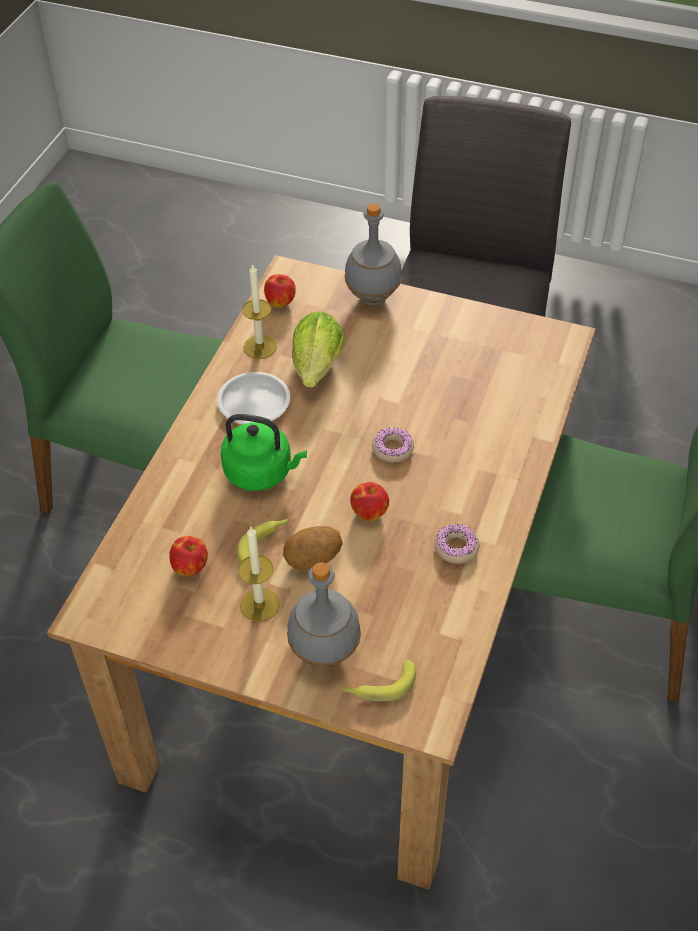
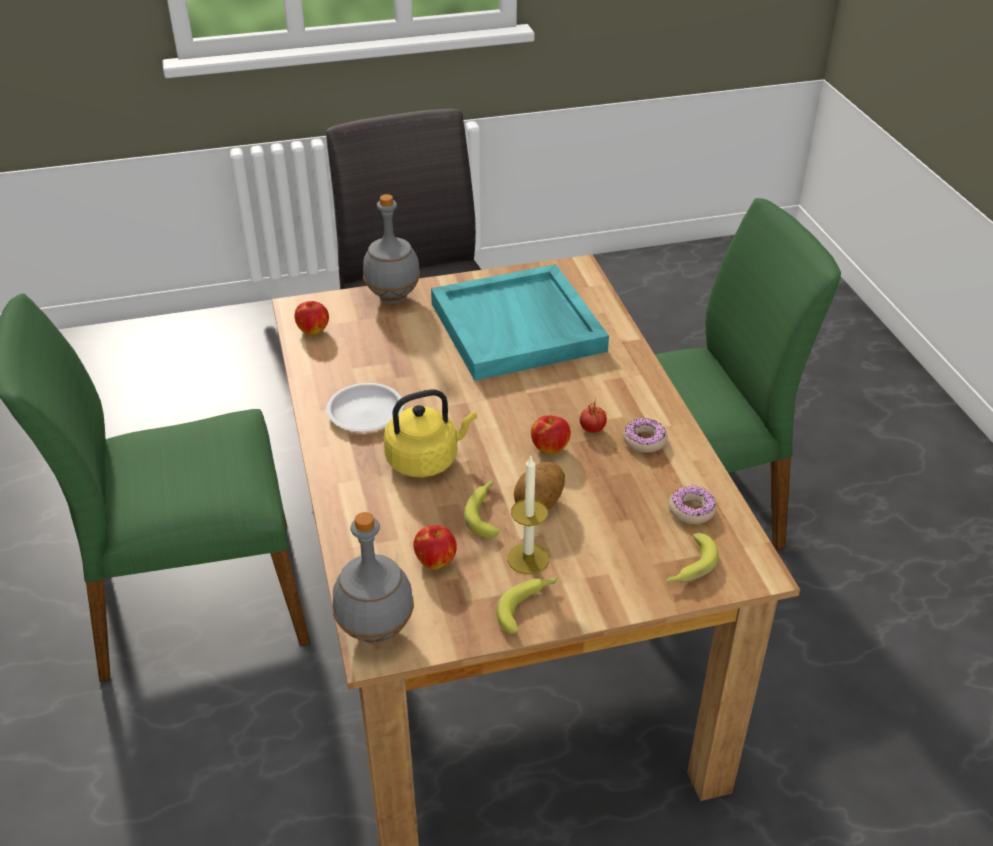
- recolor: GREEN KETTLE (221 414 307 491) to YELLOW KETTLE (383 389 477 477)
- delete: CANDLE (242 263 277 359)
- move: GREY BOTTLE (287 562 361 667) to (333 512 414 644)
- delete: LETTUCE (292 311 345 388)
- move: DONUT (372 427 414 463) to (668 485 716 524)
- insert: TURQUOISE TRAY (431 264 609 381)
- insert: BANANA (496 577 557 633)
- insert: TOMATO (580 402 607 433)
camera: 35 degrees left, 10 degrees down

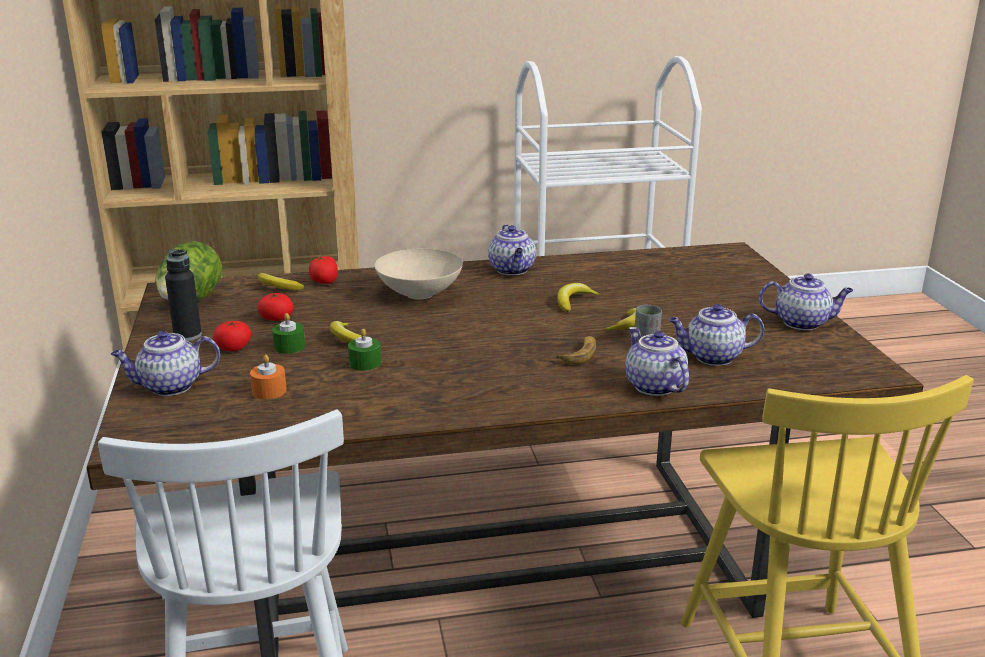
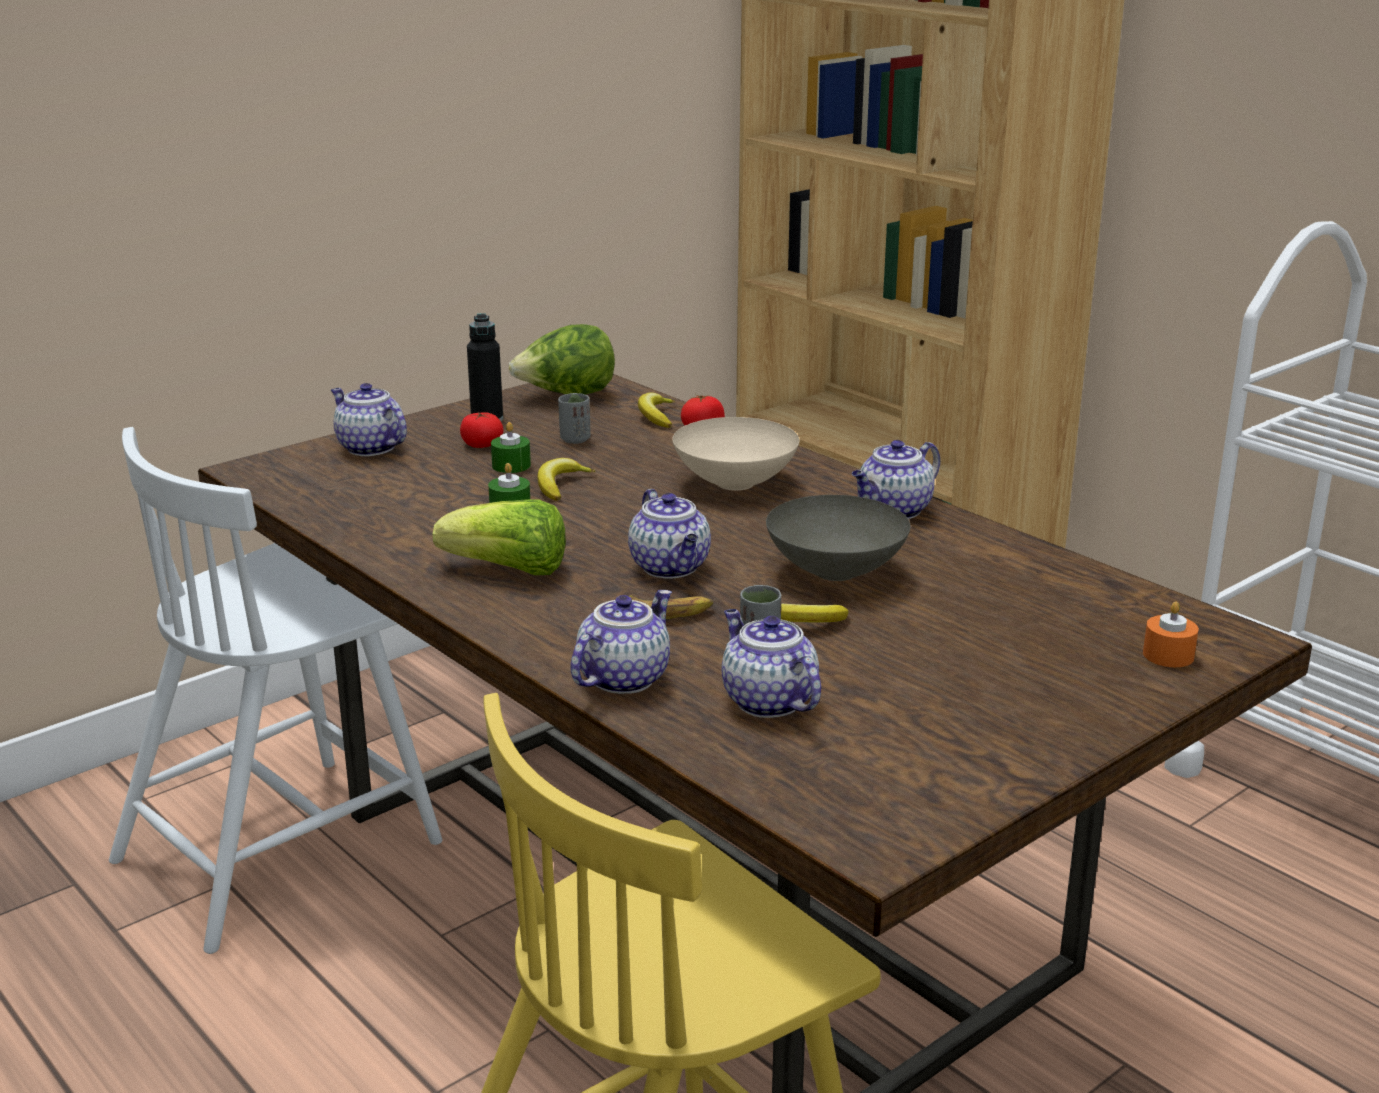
- move: ORANGE CANDLE (250 354 287 399) to (1143 602 1199 667)
- replace: TOMATO (257 293 293 321) to GREY CUP (558 393 591 444)
- replace: BANANA (557 283 601 313) to GREY BOWL (766 495 911 581)
- move: TEAPOT (759 274 854 330) to (628 489 711 579)
- insert: LETTUCE (433 499 566 575)
camera: 60 degrees right, 0 degrees up

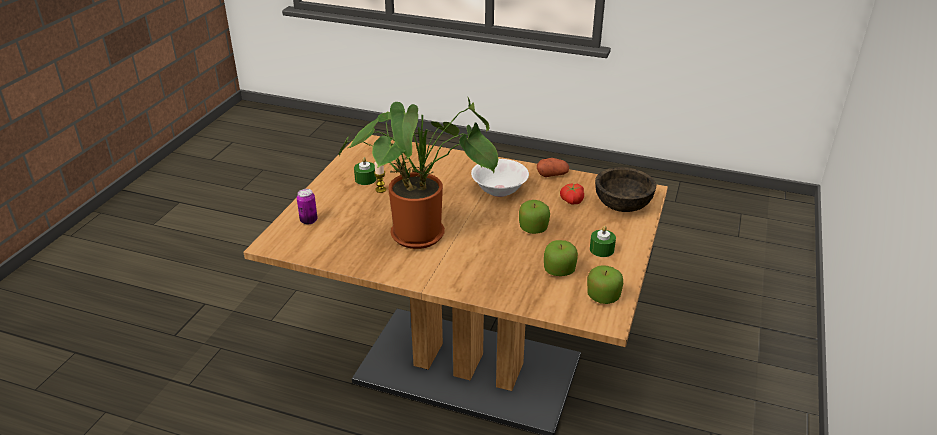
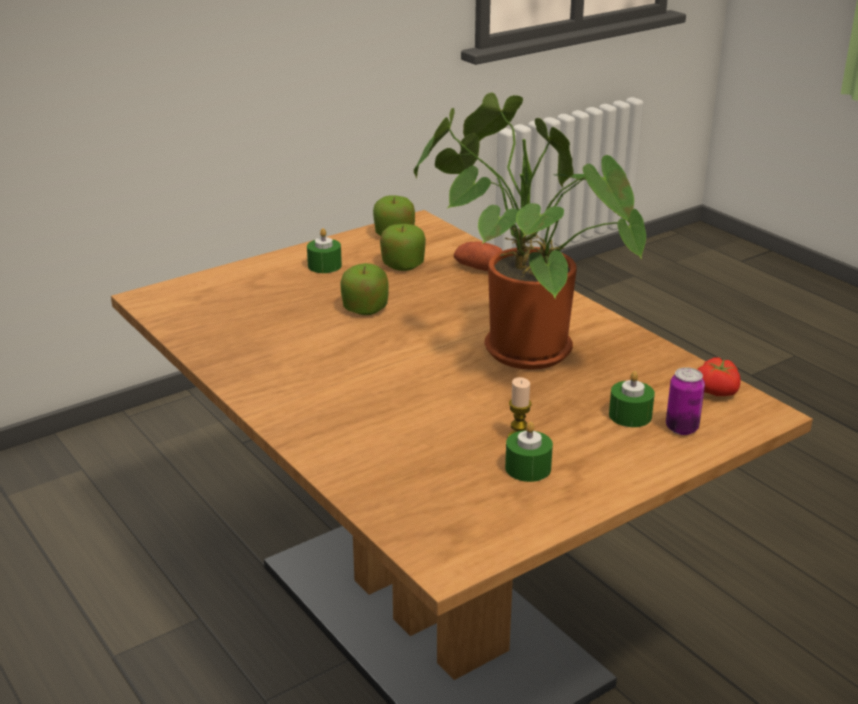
- delete: WHITE BOWL (471 159 529 197)
- move: POTATO (537 158 569 177) to (454 242 503 271)
- move: TOMATO (560 184 584 205) to (697 358 741 396)
- delete: BROWN BOWL (595 167 656 212)
- insert: GREEN CANDLE (609 371 655 427)
camera: 145 degrees left, 5 degrees down

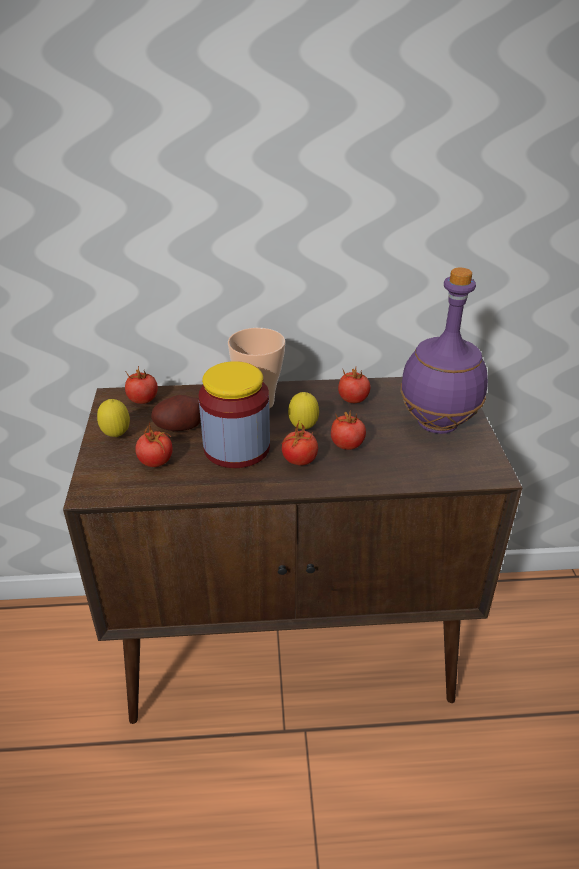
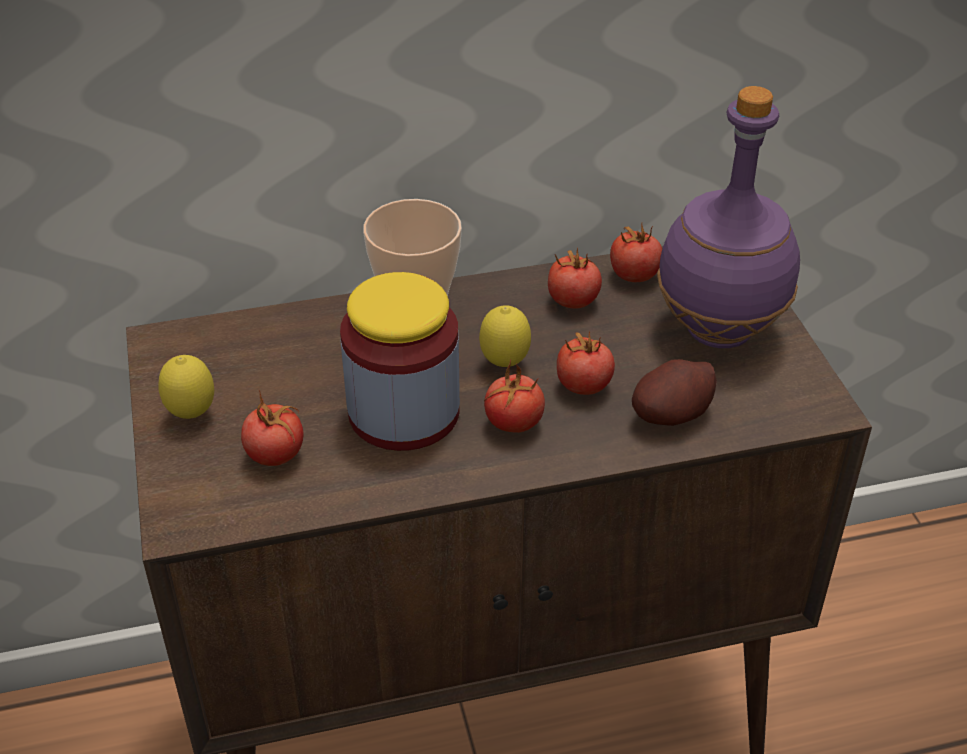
- move: TOMATO (125 366 158 404) to (610 223 662 282)
- move: POTATO (151 395 201 431) to (632 359 717 426)
camera: 10 degrees left, 5 degrees up

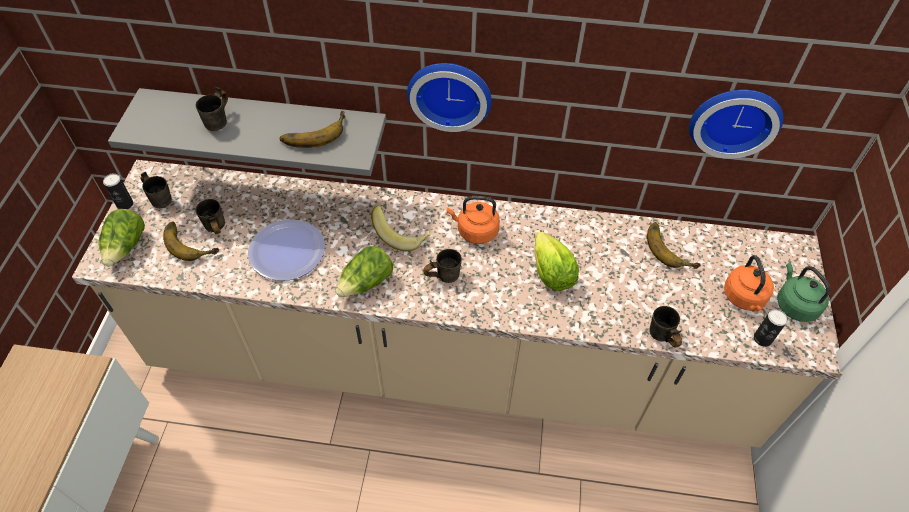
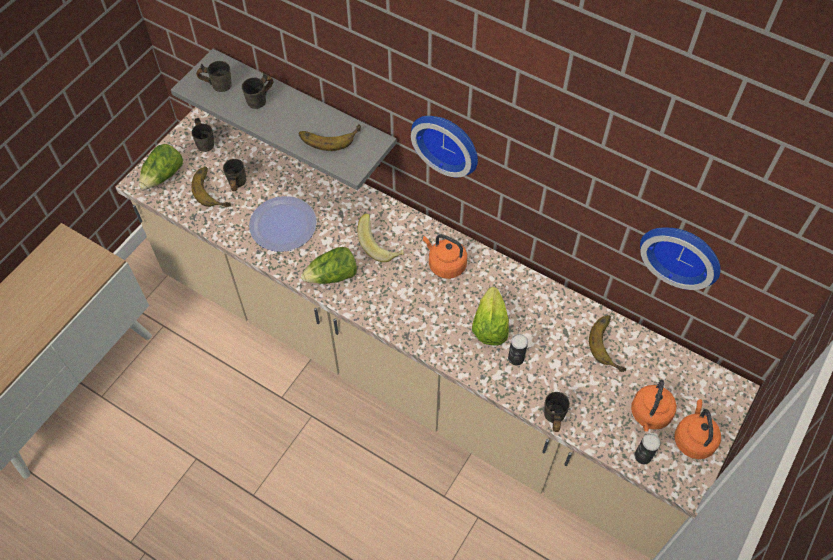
- move: CAN (103 174 133 209) to (508 334 528 365)
- move: GREY MUG (423 249 462 283) to (196 61 232 92)
- recolor: GREEN KETTLE (777 262 830 322) to ORANGE KETTLE (674 399 721 459)
camera: 25 degrees right, 5 degrees up

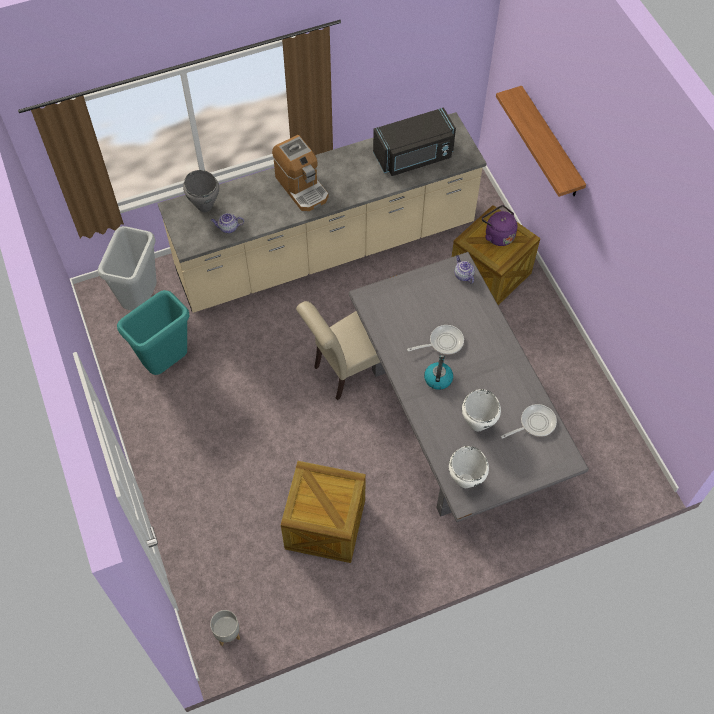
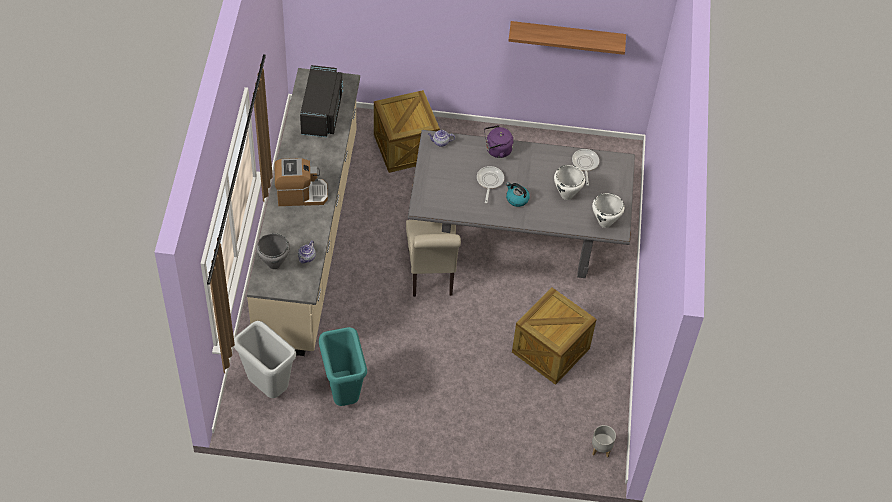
- move: PURPLE KETTLE (482 205 517 246) to (484 125 514 158)
- move: SHELF (496 86 586 197) to (508 21 626 55)
camera: 65 degrees left, 5 degrees down

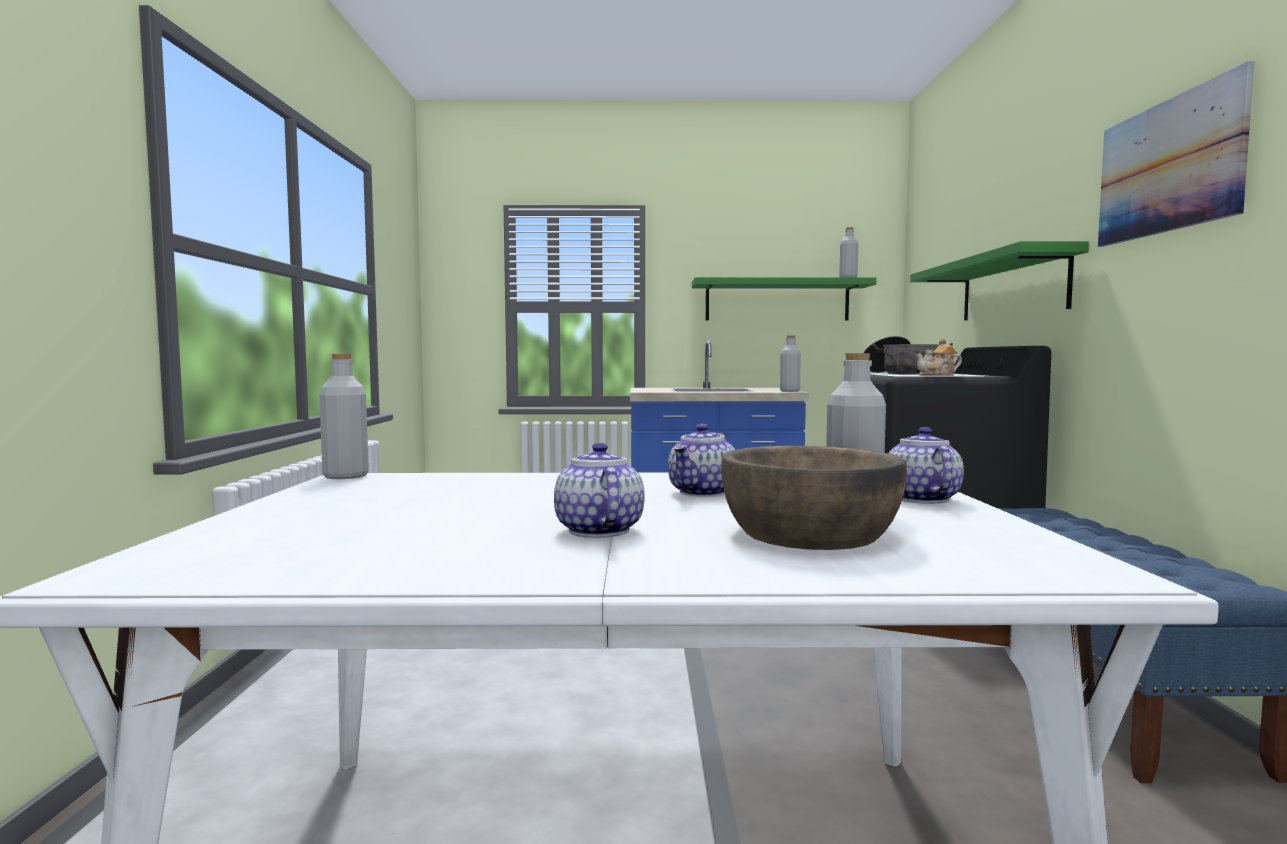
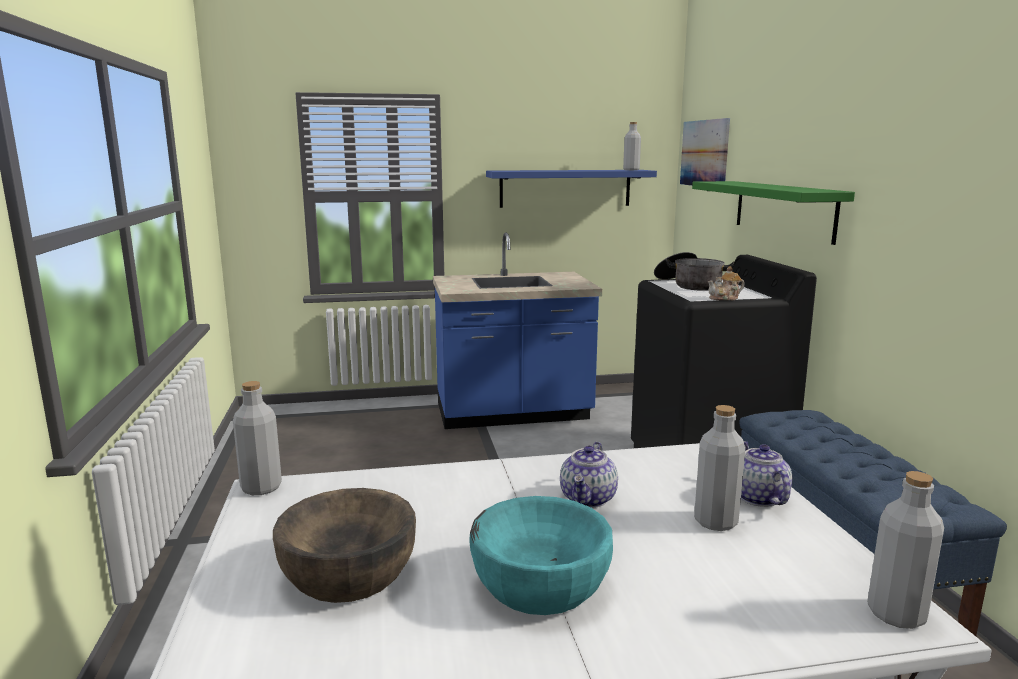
- replace: TEAPOT (554 443 645 538) to TURQUOISE BOWL (469 496 613 615)
- recolor: GREEN SHELF (691 277 877 321) to BLUE SHELF (486 170 657 208)
- move: BROWN BOWL (721 446 907 550) to (273 488 416 603)
- move: GREY BOTTLE (780 335 801 392) to (867 471 944 629)
- move: PICTURE (1098 61 1254 247) to (680 118 730 186)
camera: 10 degrees left, 10 degrees up

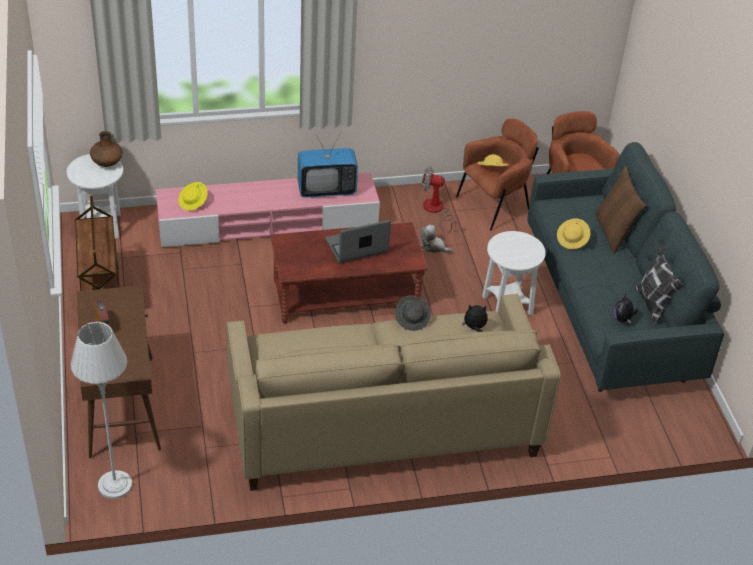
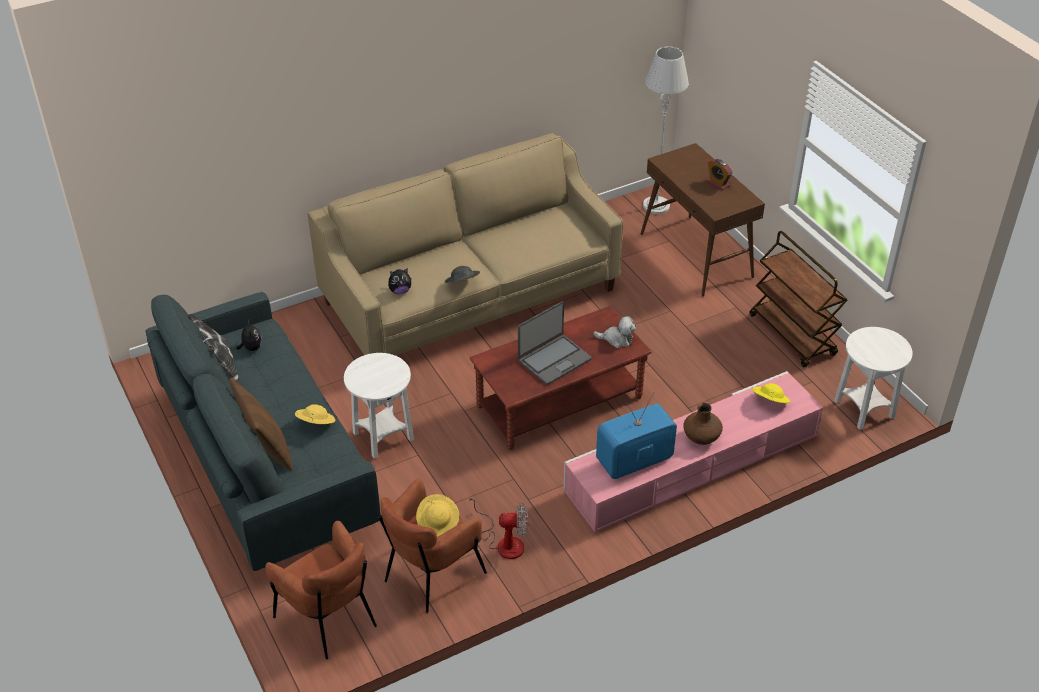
- move: BROWN VASE (90 131 122 167) to (683 403 723 445)
- move: PLUSH TOY (421 224 452 253) to (593 316 636 348)
camera: 165 degrees right, 0 degrees up

